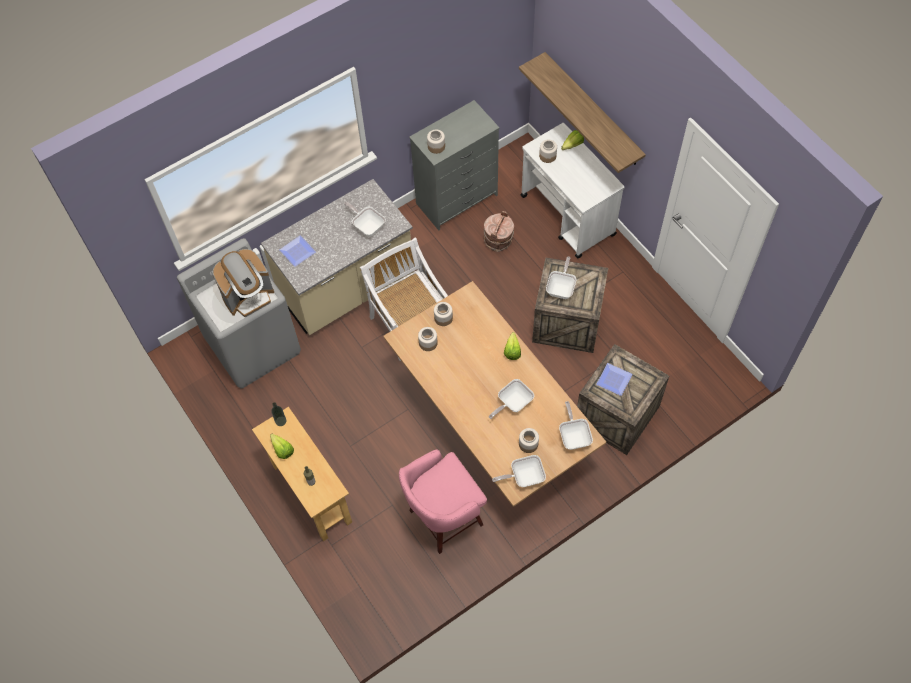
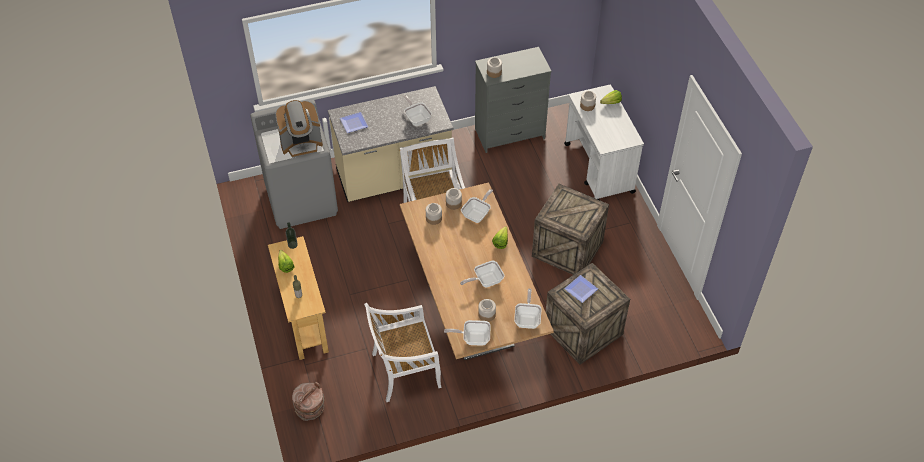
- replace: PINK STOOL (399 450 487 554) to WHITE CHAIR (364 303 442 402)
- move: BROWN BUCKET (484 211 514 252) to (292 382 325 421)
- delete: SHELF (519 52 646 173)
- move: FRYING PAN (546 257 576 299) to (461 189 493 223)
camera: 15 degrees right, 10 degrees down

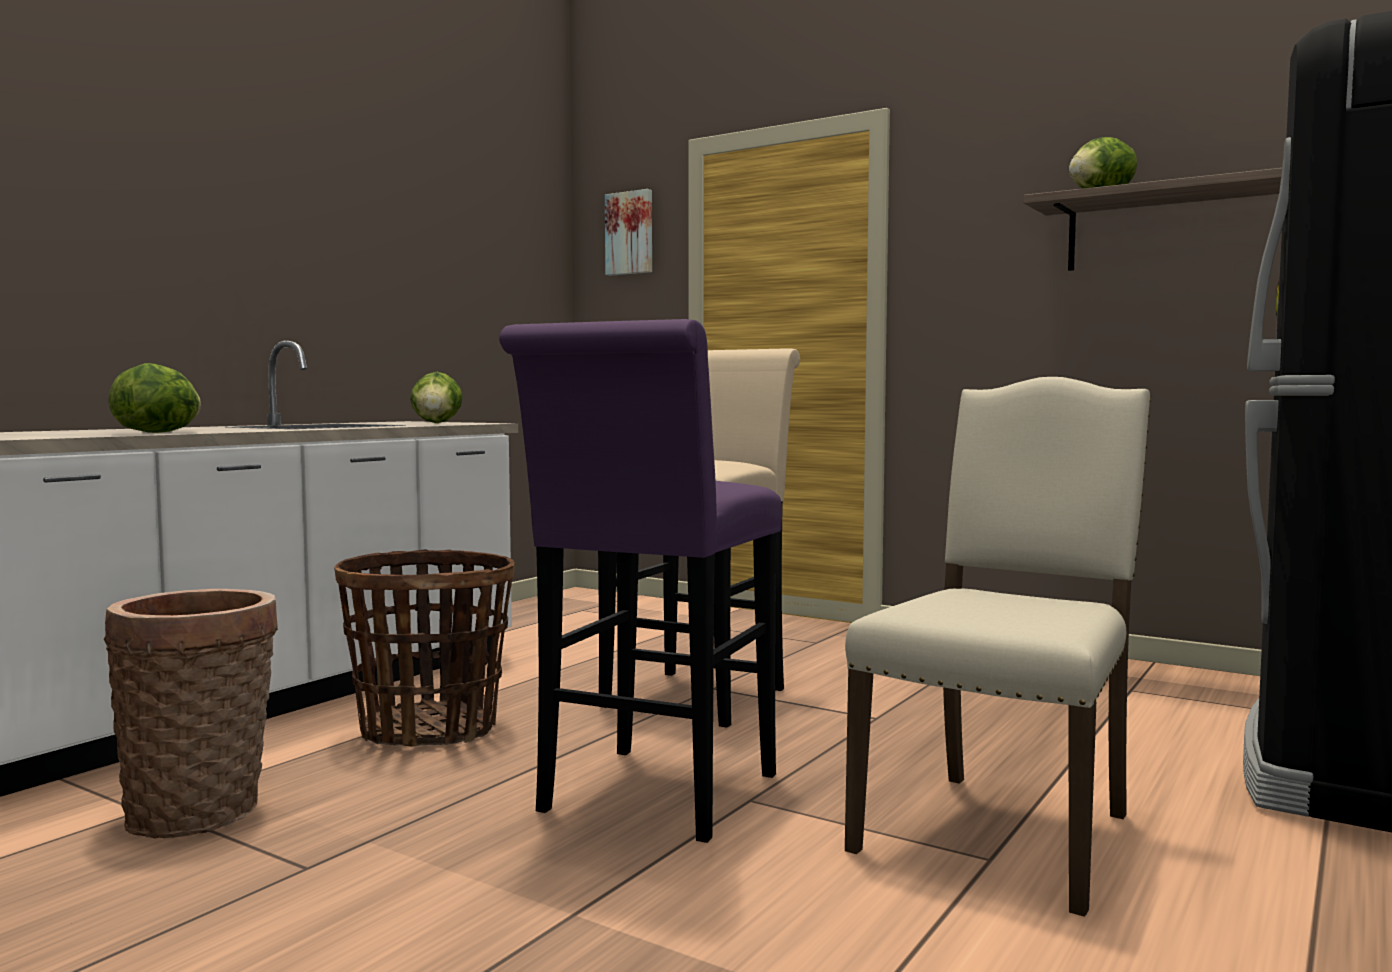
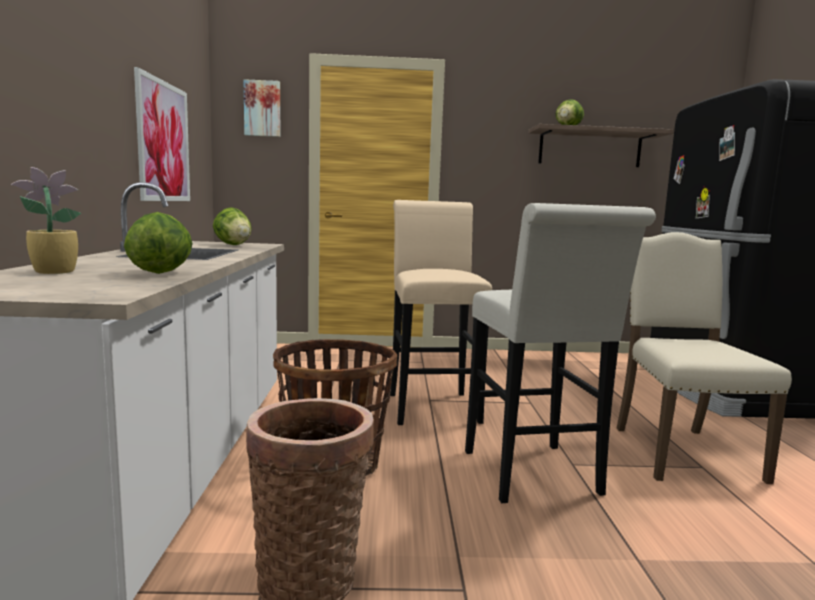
- recolor: PURPLE STOOL (499 319 782 843) to WHITE STOOL (465 203 656 503)
- insert: POTTED PLANT (11 167 81 274)
- insert: PICTURE (134 67 190 201)
camera: 35 degrees left, 5 degrees up

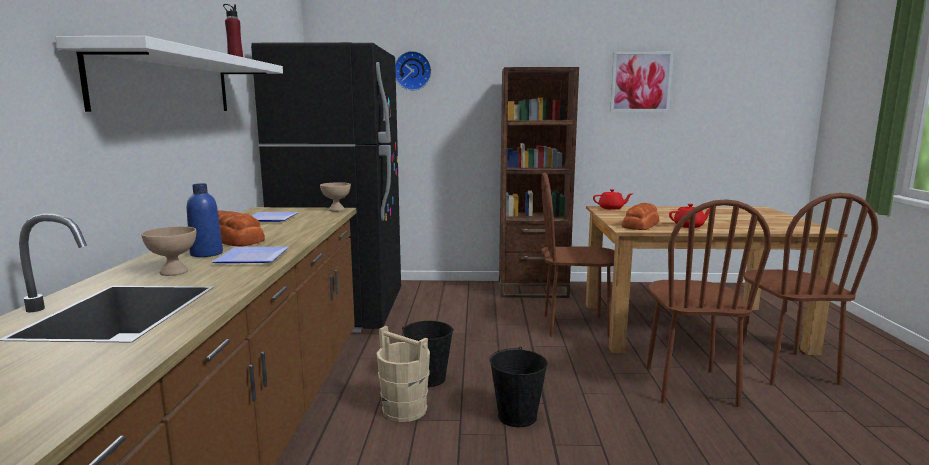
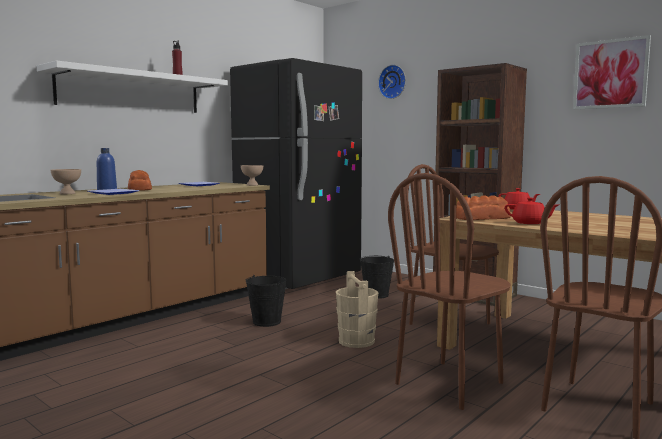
- move: BEIGE BUCKET (376 326 430 422) to (336 271 378 348)
- move: BLACK BUCKET (490 347 548 427) to (360 256 394 299)
camera: 40 degrees right, 5 degrees down

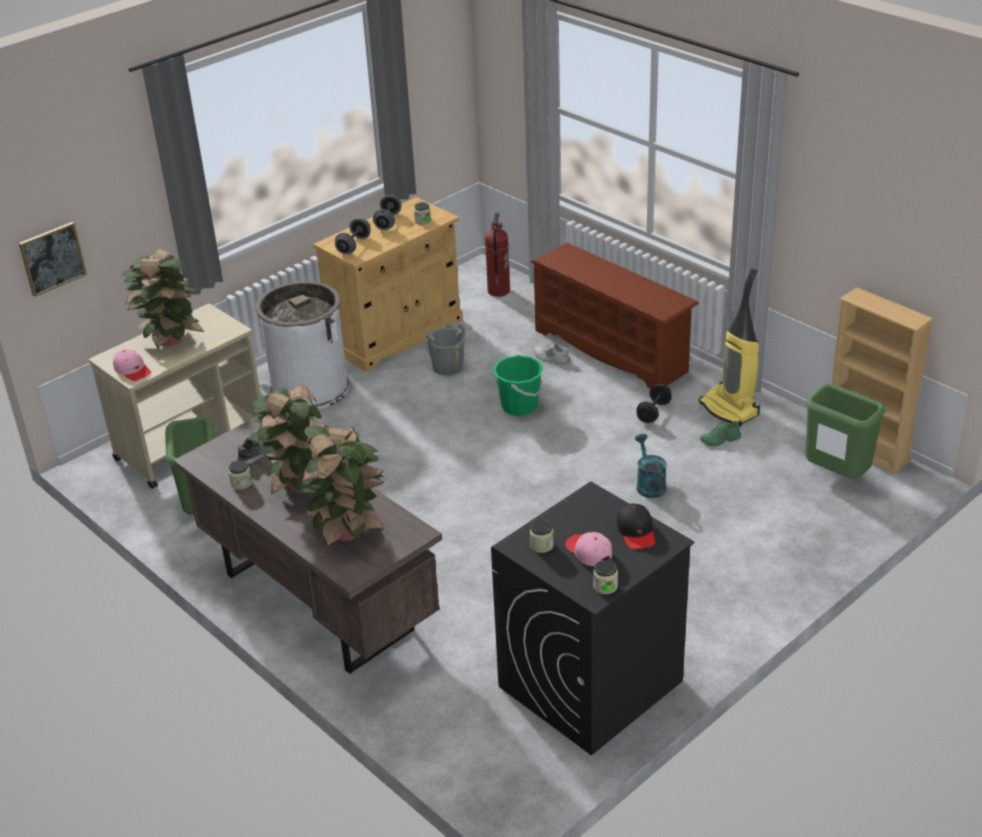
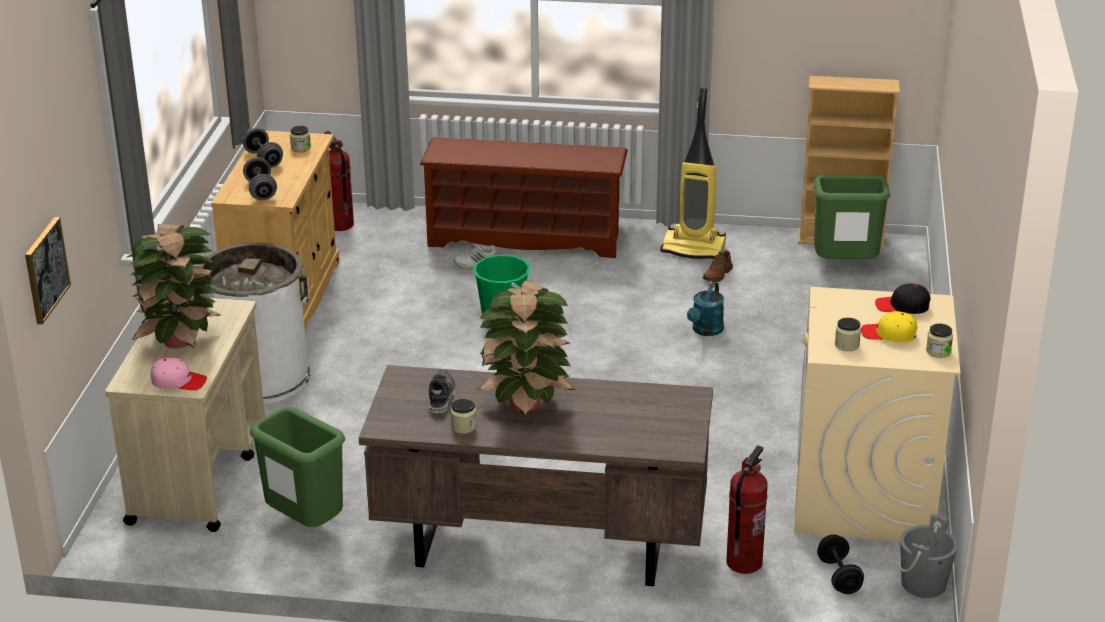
- delete: POTTED PLANT (297 425 384 547)
- move: GREY BUCKET (425 324 465 376) to (898 514 958 598)
- recolor: BLACK WASHING MACHINE (491 481 694 756) to BEIGE WASHING MACHINE (794 287 960 541)
- recolor: PINK CAP (565 532 612 566) to YELLOW CAP (861 311 917 343)
- rotate: BLACK CAP (617 503 655 549) = (875 284 931 314) 150 degrees clockwise
- rotate: TURQUOISE WATERING CAN (635 434 667 498) = (687 282 724 336) 105 degrees counterclockwise
- move: BLACK DUMBBELL (636 384 672 423) to (817 534 864 594)
- recolor: GREEN SHOE (700 421 741 447) to BROWN SHOE (703 250 733 282)
- insert: FIRE EXTINGUISHER (726 445 768 574)
camera: 40 degrees left, 5 degrees down

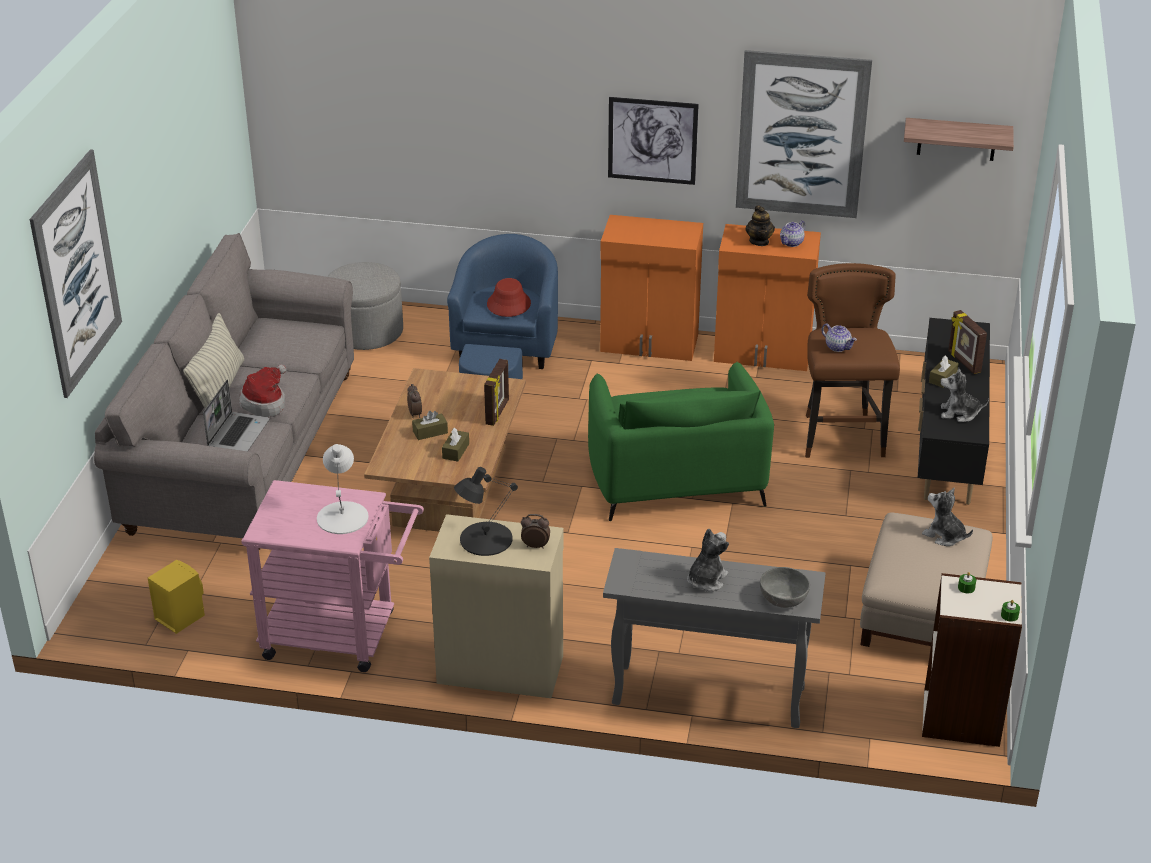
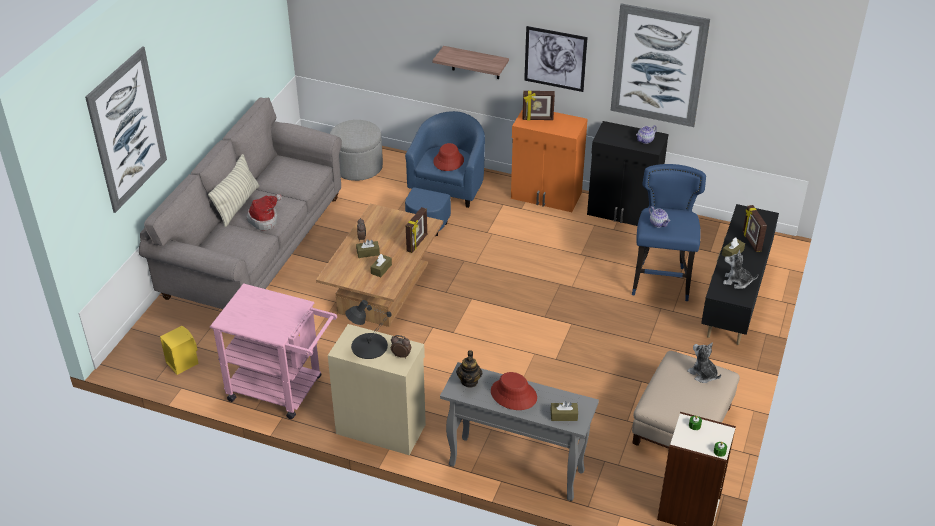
- delete: LAPTOP (203 380 270 451)
- delete: WHITE TABLE LAMP (317 444 369 534)
- delete: GREEN ARMCHAIR (588 362 774 521)
- replace: PLUSH TOY (687 529 729 592) to RED HAT (491 372 537 410)
- recolor: ORANGE CABINET (714 224 821 371) to BLACK CABINET (587 121 668 226)
- move: TEAPOT (745 205 775 246) to (456 350 482 388)
- replace: GREY BOWL (760 567 810 608) to BROWN TISSUE BOX (551 401 578 421)
- recolor: BROWN STOOL (805 263 900 458) to BLUE STOOL (632 164 706 301)
- move: SHELF (904 118 1014 161) to (432 46 509 79)
- insert: PICTURE FRAME (522 91 555 120)
camera: 10 degrees right, 5 degrees up

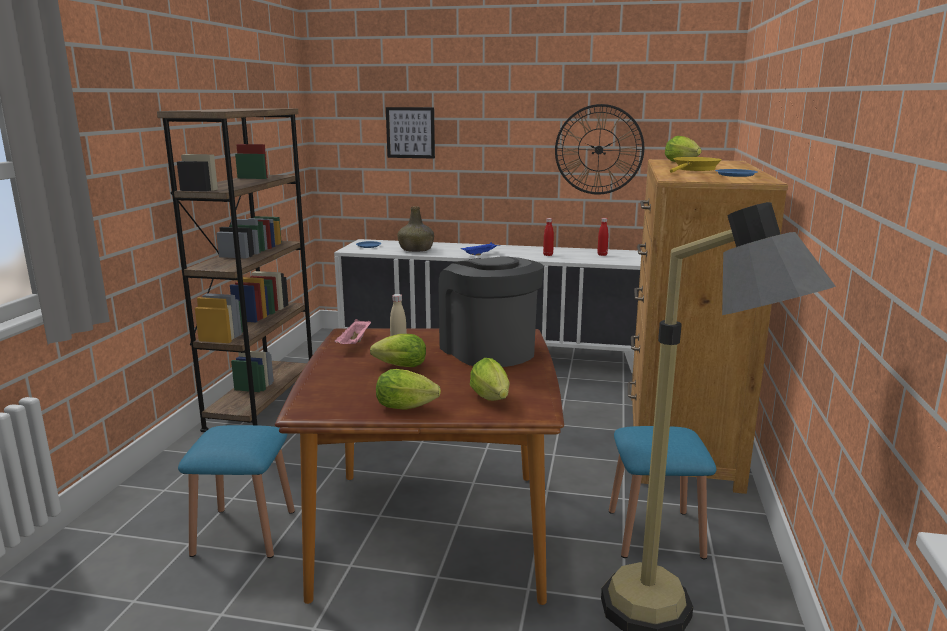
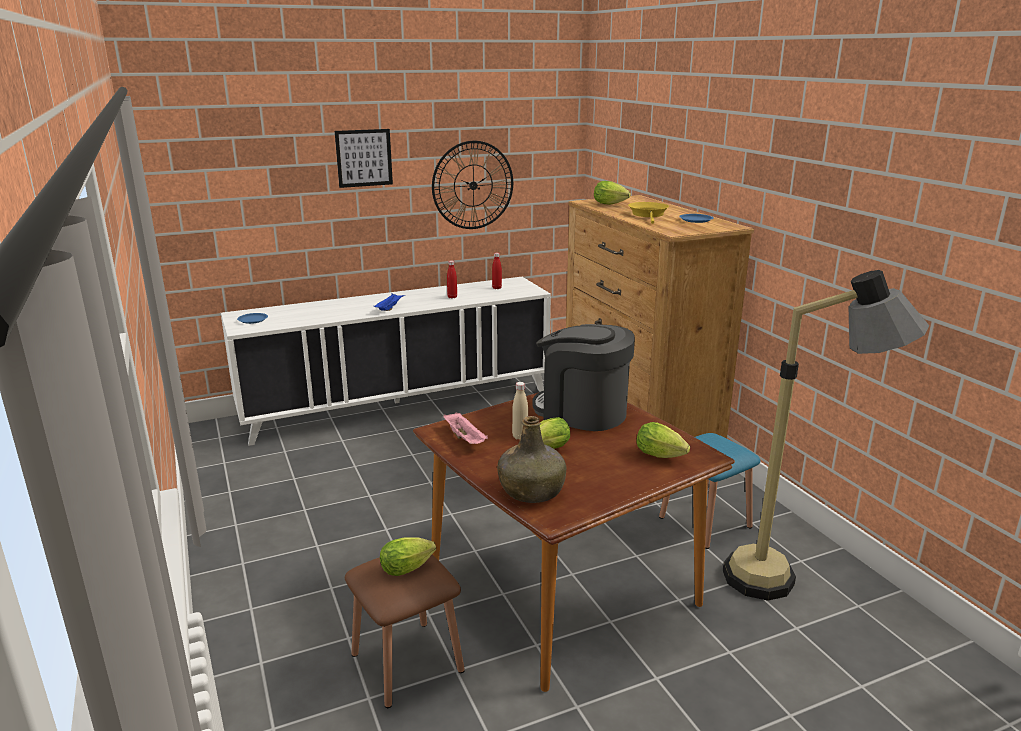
- delete: BROWN BOOKCASE (157 108 312 432)
- recolor: BLUE STOOL (178 425 295 558) to BROWN STOOL (345 554 465 708)
- move: LETTUCE (376 369 441 410) to (380 537 436 576)
- move: PICTURE (386 107 435 159) to (335 129 393 188)
- move: GREEN BOTTLE (397 206 434 252) to (497 416 566 503)
camera: 35 degrees left, 5 degrees up

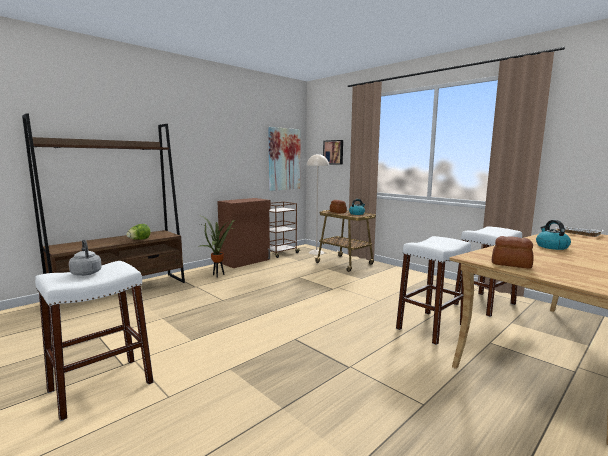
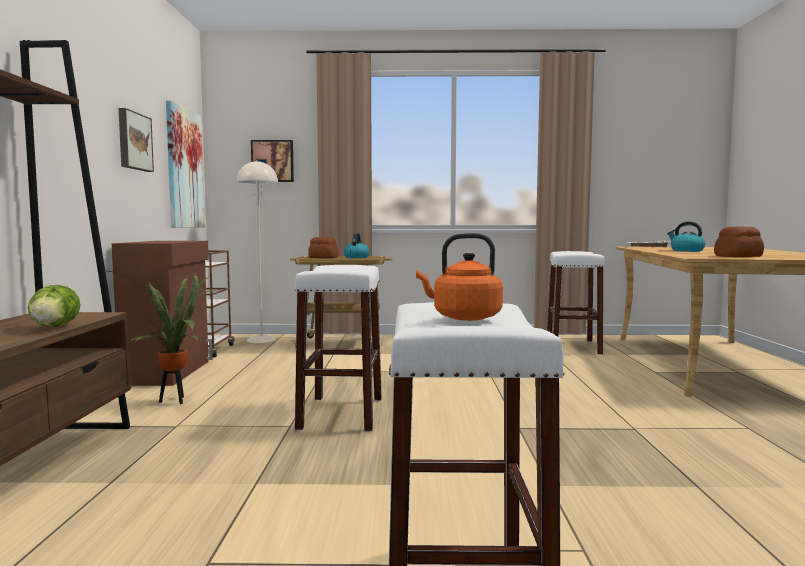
- recolor: GREY KETTLE (69 239 102 276) to ORANGE KETTLE (416 233 503 321)
- move: WHITE STOOL (396 236 471 345) to (295 265 382 431)
- insert: PICTURE (119 108 154 172)
camera: 45 degrees left, 5 degrees down

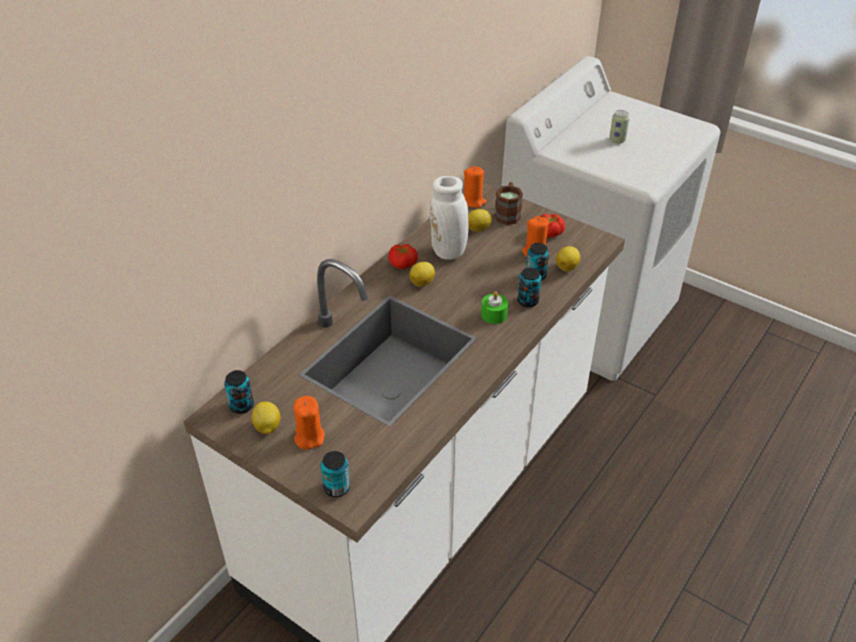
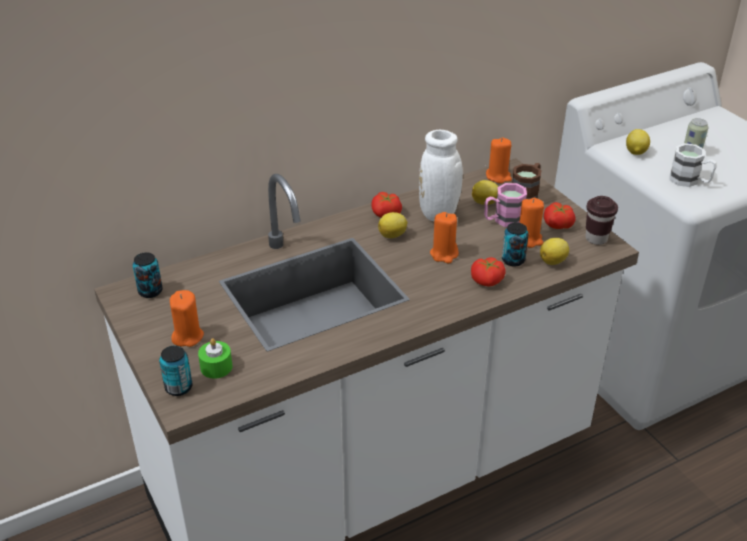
- move: LEMON (252 402 280 434) to (626 129 650 155)
- move: GREEN CANDLE (481 291 508 324) to (198 338 233 379)
- replace: CAN (517 267 541 307) to TOMATO (471 257 506 287)
- insert: ORANGE CANDLE (430 212 459 263)
- insert: PINK MUG (484 183 527 227)
- insert: BROWN CUP (586 196 618 245)
- insert: WHITE MUG (669 143 717 187)
camera: 25 degrees right, 5 degrees down

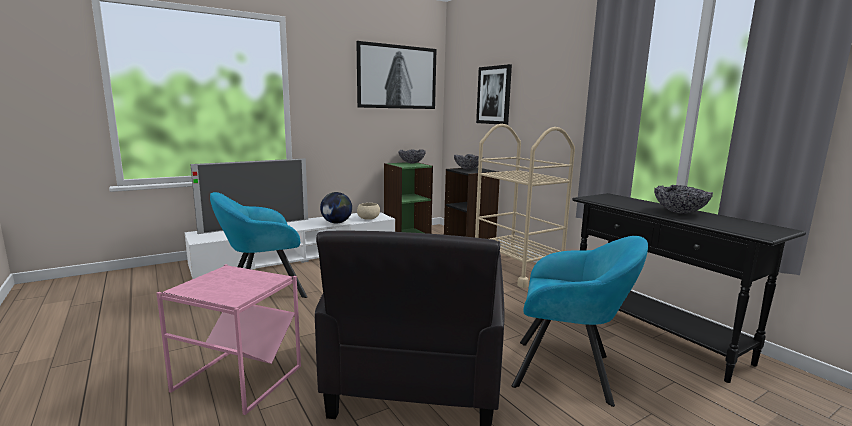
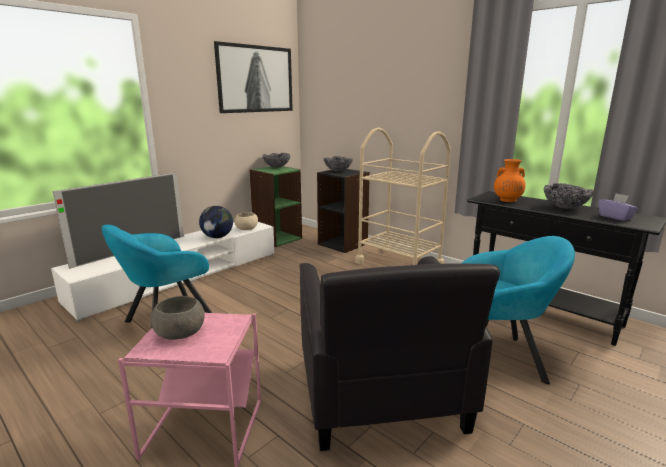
- delete: PICTURE (476 64 512 125)
- insert: GREY BOWL (151 296 205 340)
- insert: ORANGE VASE (494 159 526 202)
- insert: PURPLE TISSUE BOX (599 193 638 221)
camera: 15 degrees left, 5 degrees up

